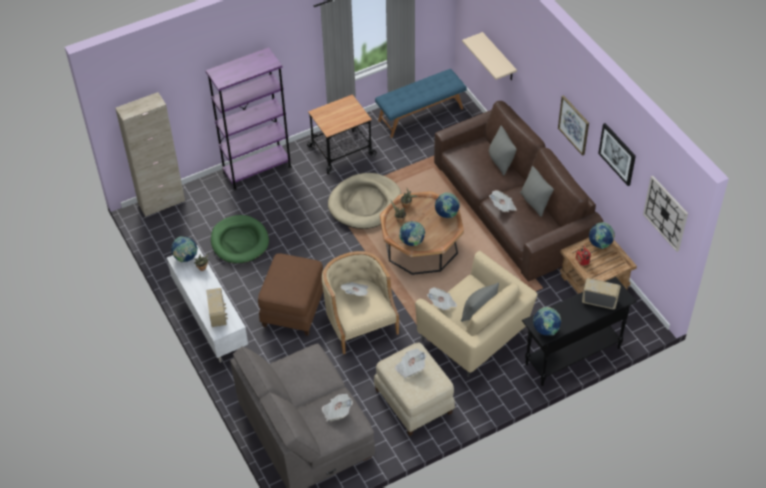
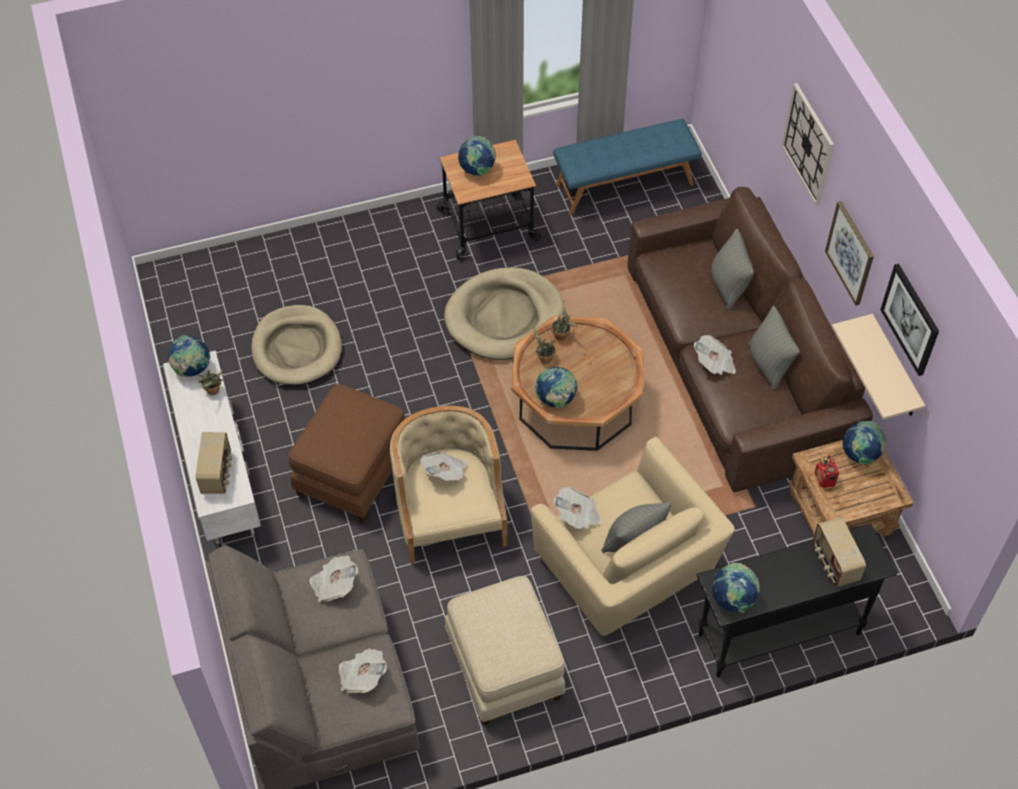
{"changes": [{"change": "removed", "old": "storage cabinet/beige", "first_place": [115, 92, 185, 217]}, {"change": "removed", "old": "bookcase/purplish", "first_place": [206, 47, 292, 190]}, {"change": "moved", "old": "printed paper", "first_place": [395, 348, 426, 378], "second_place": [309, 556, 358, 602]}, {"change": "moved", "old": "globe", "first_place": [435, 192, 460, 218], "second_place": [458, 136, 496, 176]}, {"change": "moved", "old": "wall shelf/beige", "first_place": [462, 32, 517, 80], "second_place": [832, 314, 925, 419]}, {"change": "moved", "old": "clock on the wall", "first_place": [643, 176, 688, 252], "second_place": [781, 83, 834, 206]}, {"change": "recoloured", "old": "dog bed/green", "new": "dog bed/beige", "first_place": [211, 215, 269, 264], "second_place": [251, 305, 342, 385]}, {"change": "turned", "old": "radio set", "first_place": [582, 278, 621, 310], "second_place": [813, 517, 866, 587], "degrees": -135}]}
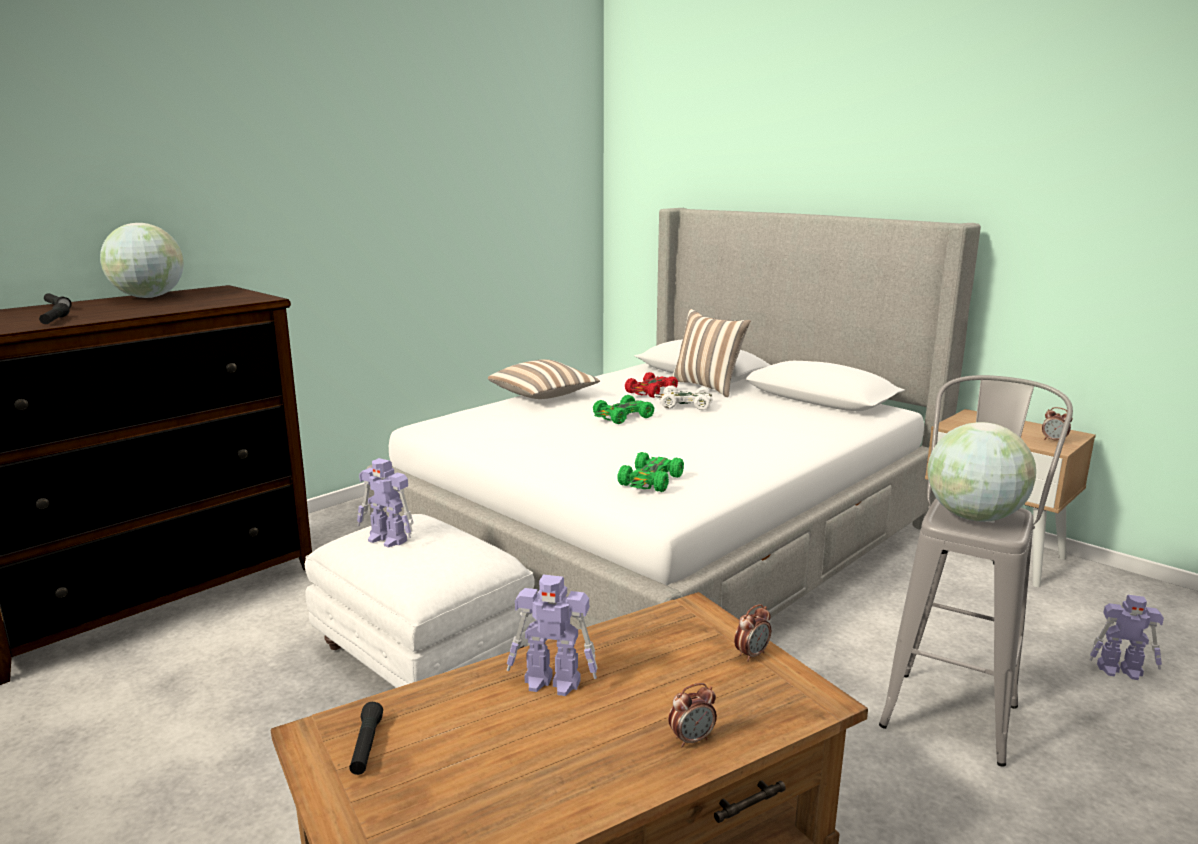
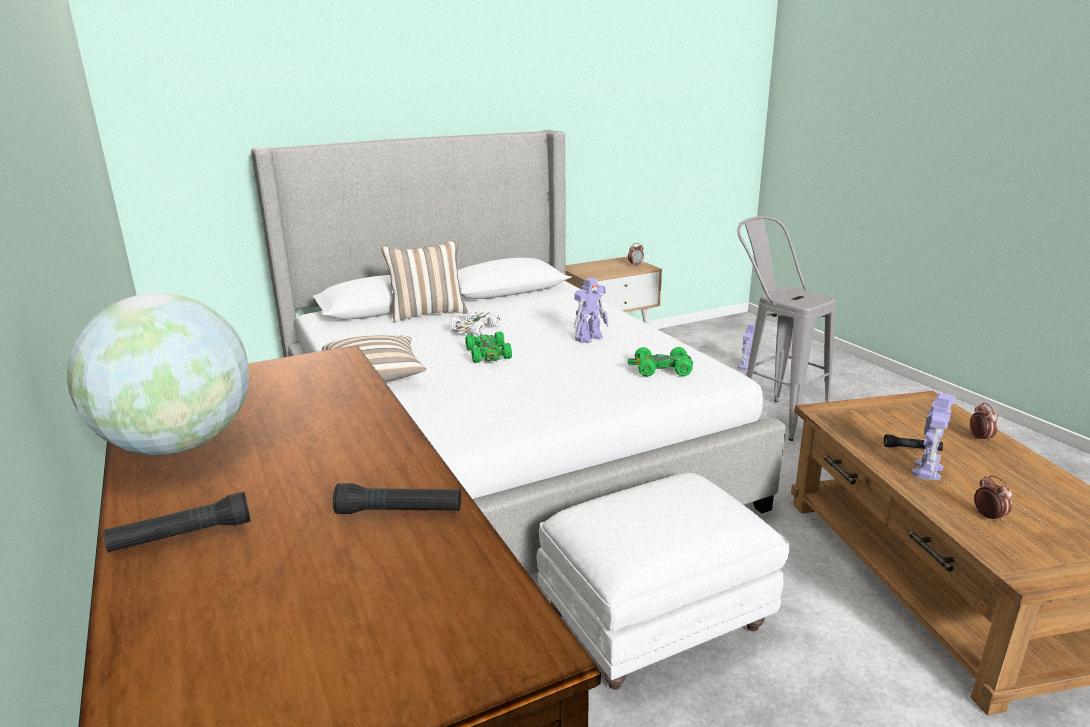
{"changes": [{"change": "removed", "old": "miniature car/red", "first_place": [625, 372, 678, 398]}, {"change": "removed", "old": "globe", "first_place": [927, 422, 1036, 522]}, {"change": "moved", "old": "flashlight/black-coloured", "first_place": [349, 702, 383, 775], "second_place": [884, 434, 943, 451]}, {"change": "moved", "old": "toy robot", "first_place": [357, 458, 414, 548], "second_place": [574, 278, 609, 343]}, {"change": "moved", "old": "table clock", "first_place": [734, 604, 771, 662], "second_place": [974, 475, 1012, 522]}, {"change": "turned", "old": "miniature car/green", "first_place": [618, 452, 684, 492], "second_place": [628, 347, 693, 376], "degrees": 135}]}
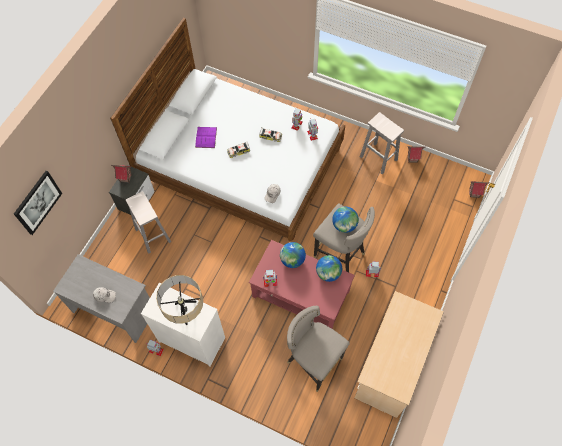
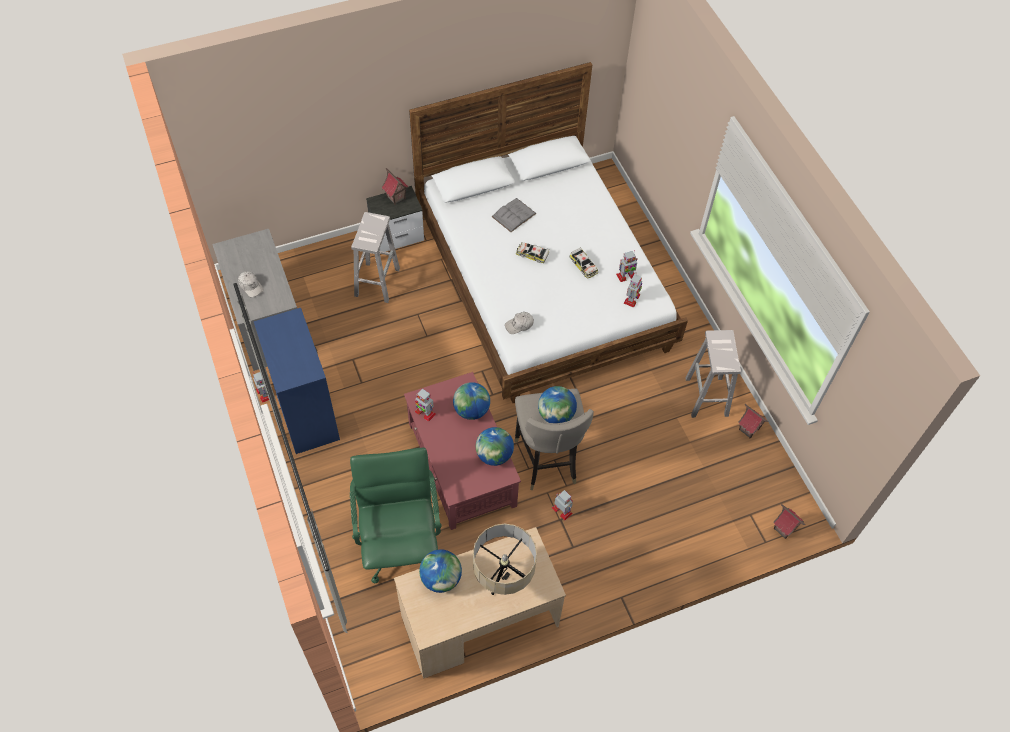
{"changes": [{"change": "removed", "old": "wall picture", "first_place": [14, 171, 62, 235]}, {"change": "added", "new": "globe", "second_place": [419, 549, 462, 593]}, {"change": "moved", "old": "table lamp/beige", "first_place": [156, 275, 203, 325], "second_place": [473, 524, 537, 595]}, {"change": "replaced", "old": "sitting stool/grey", "new": "desk chair/green", "first_place": [287, 306, 350, 392], "second_place": [350, 448, 442, 583]}, {"change": "recoloured", "old": "dresser/whitish", "new": "dresser/blue-coloured", "first_place": [141, 283, 225, 367], "second_place": [254, 308, 340, 454]}, {"change": "recoloured", "old": "bound book/purplish", "new": "bound book/grey", "first_place": [195, 127, 217, 148], "second_place": [492, 198, 536, 232]}]}
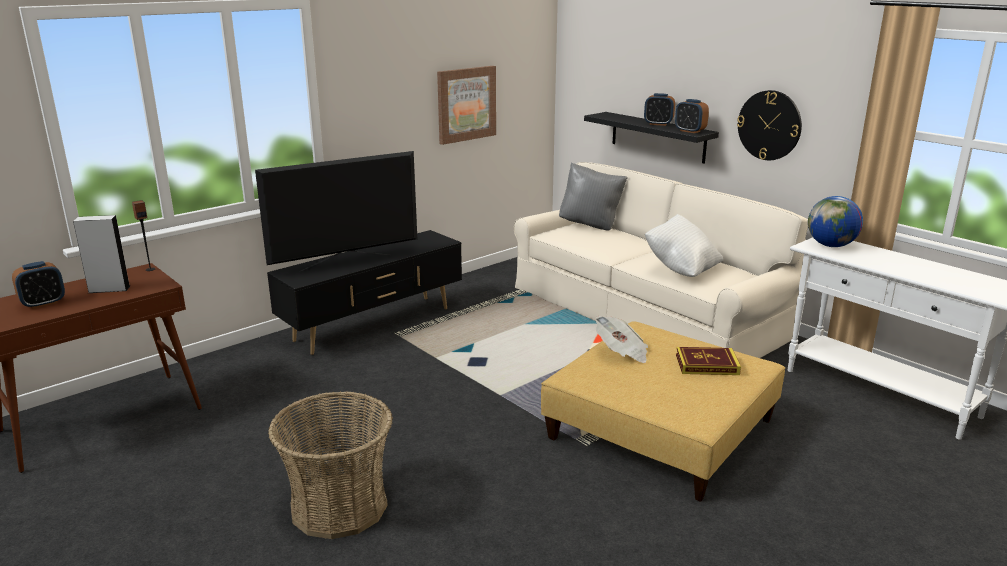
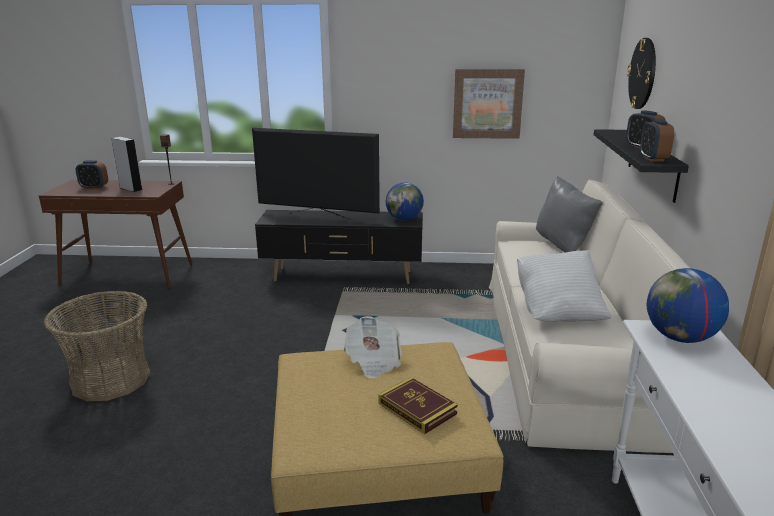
{"changes": [{"change": "added", "new": "globe", "second_place": [386, 182, 424, 221]}, {"change": "moved", "old": "clock on the wall", "first_place": [737, 90, 802, 160], "second_place": [627, 38, 656, 109]}]}
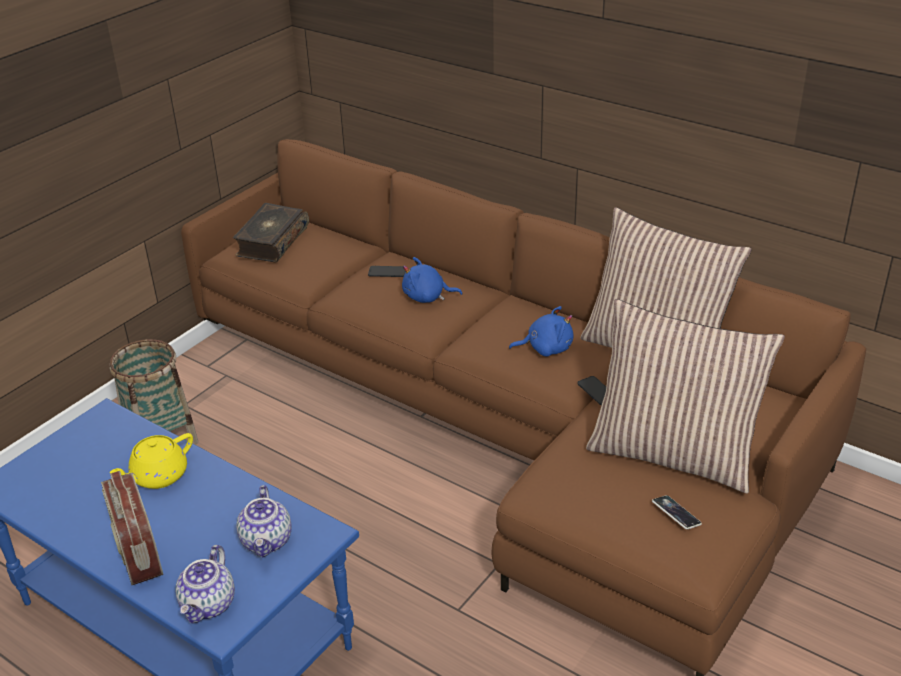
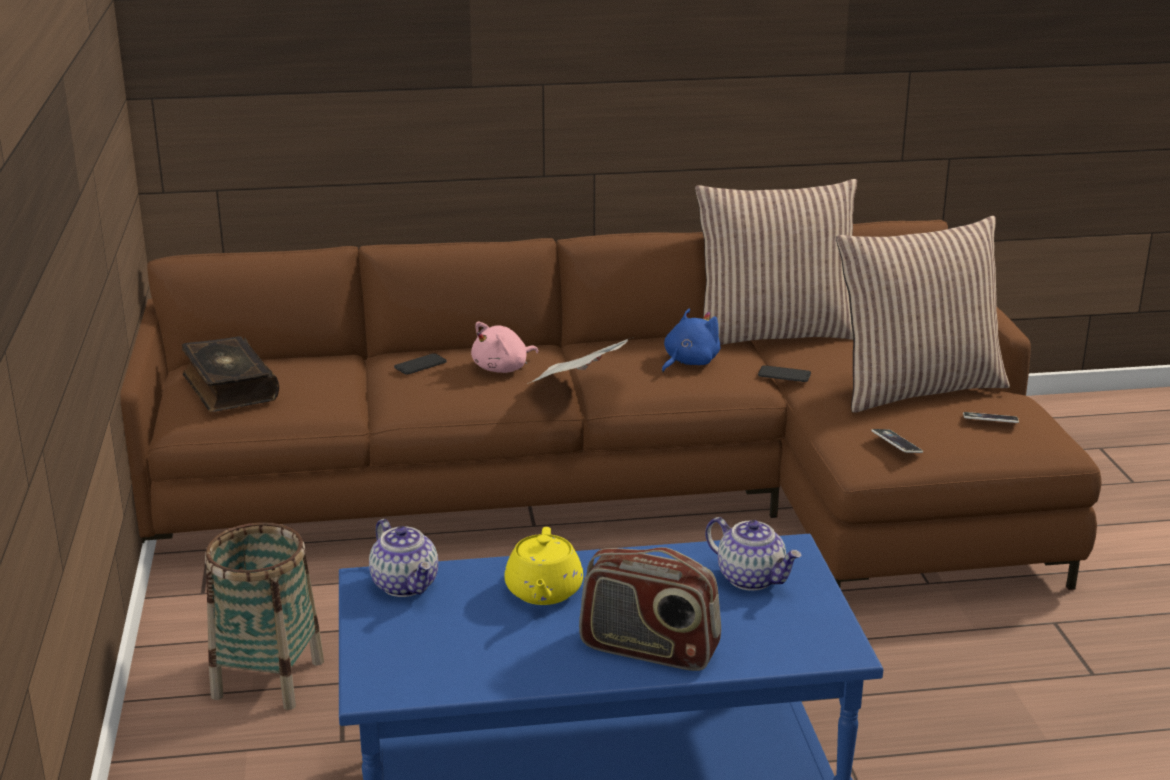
{"changes": [{"change": "added", "new": "printed paper", "second_place": [527, 337, 633, 384]}, {"change": "added", "new": "handset", "second_place": [871, 429, 923, 453]}, {"change": "moved", "old": "tea pot", "first_place": [175, 545, 235, 623], "second_place": [369, 519, 438, 597]}, {"change": "recoloured", "old": "plush toy/blue-coloured", "new": "plush toy/pink-coloured", "first_place": [402, 257, 462, 303], "second_place": [471, 322, 538, 373]}]}
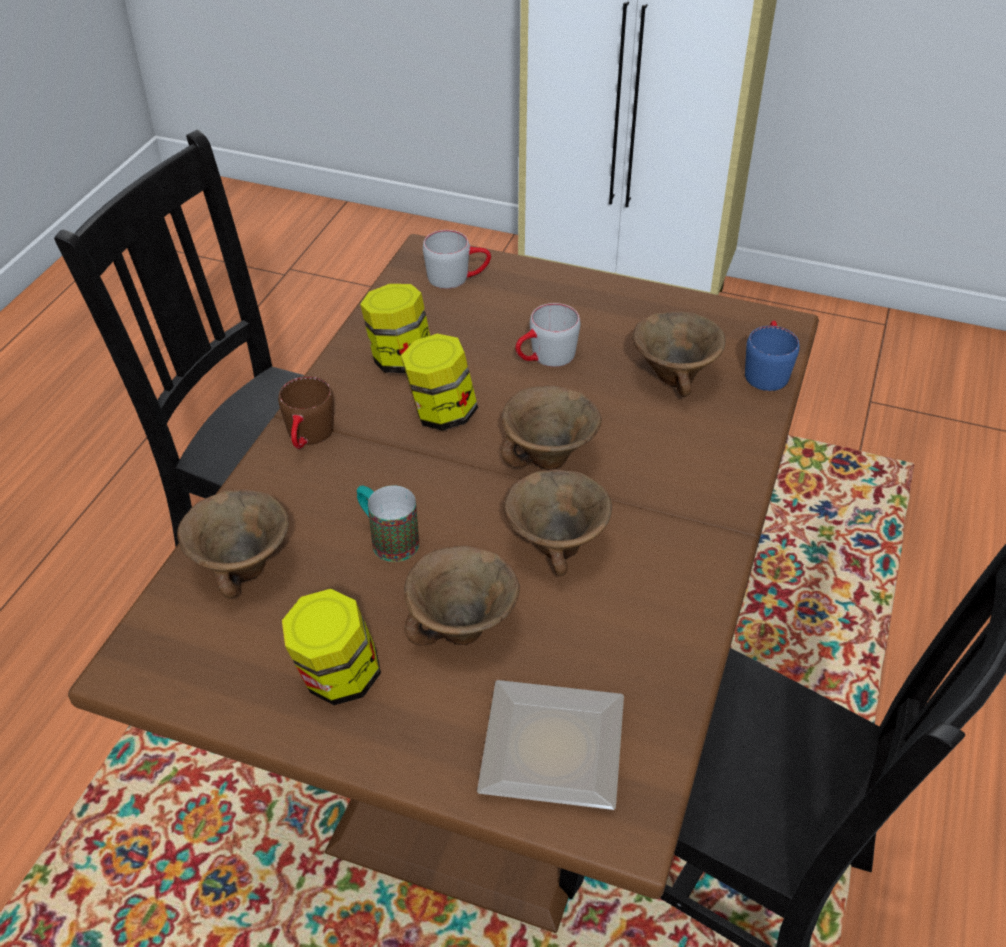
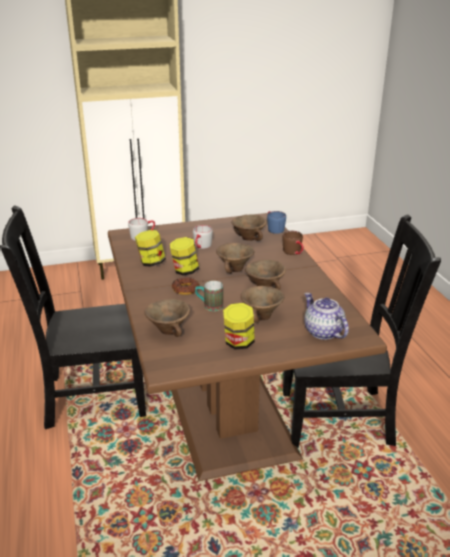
{"changes": [{"change": "added", "new": "ring doughnut", "second_place": [172, 277, 200, 295]}, {"change": "moved", "old": "tea mug/brown-coloured", "first_place": [278, 376, 334, 449], "second_place": [282, 231, 304, 255]}, {"change": "replaced", "old": "plate", "new": "tea pot", "first_place": [477, 680, 624, 810], "second_place": [304, 293, 349, 340]}]}
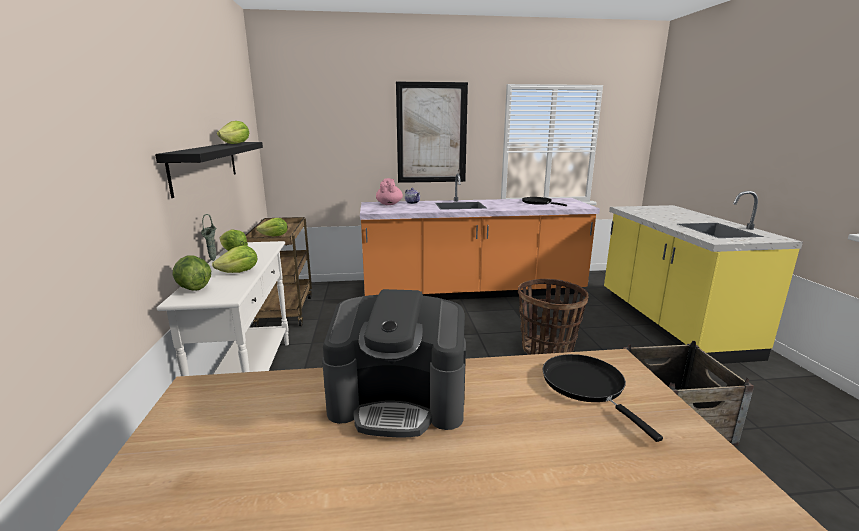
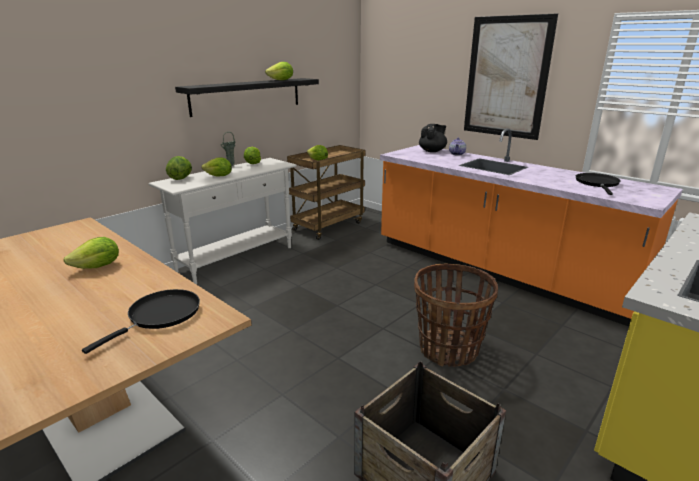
{"changes": [{"change": "replaced", "old": "coffee machine", "new": "lettuce", "first_place": [322, 289, 466, 437], "second_place": [63, 237, 119, 269]}, {"change": "recoloured", "old": "tea pot/pink-coloured", "new": "tea pot/black-coloured", "first_place": [376, 178, 403, 205], "second_place": [419, 124, 447, 152]}]}
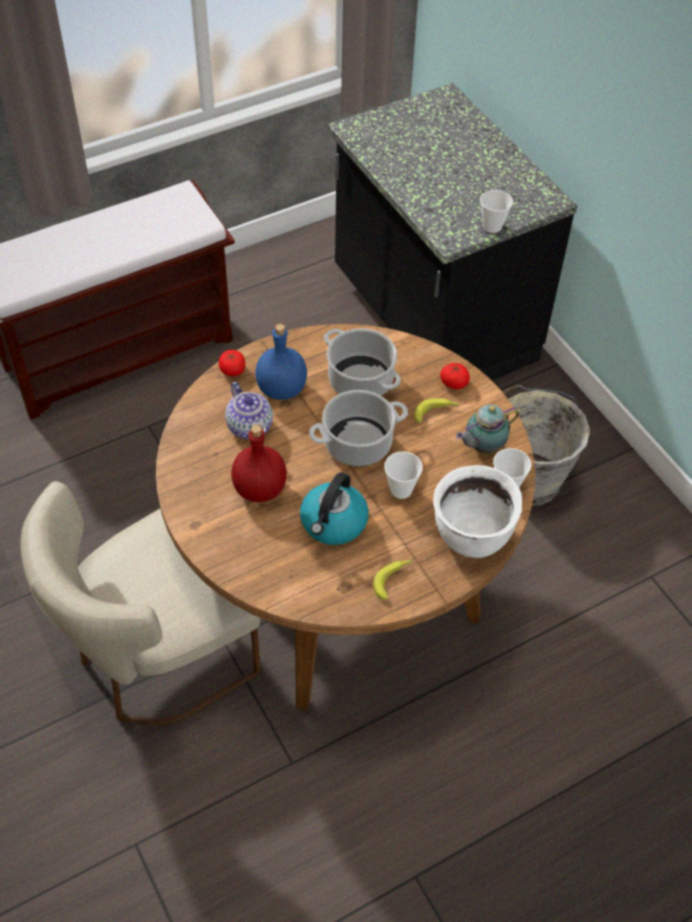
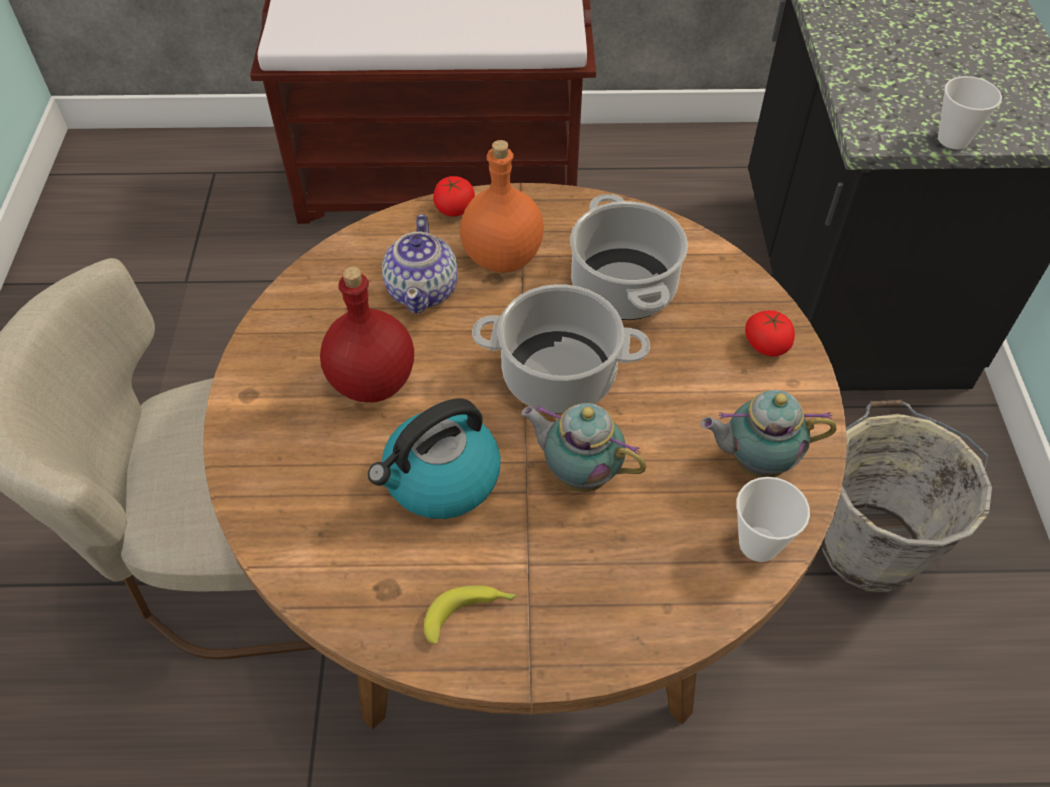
{"changes": [{"change": "removed", "old": "whole banana", "first_place": [414, 398, 459, 423]}, {"change": "removed", "old": "cooking pot/whitish", "first_place": [433, 465, 522, 558]}, {"change": "replaced", "old": "cup", "new": "tea pot", "first_place": [384, 451, 423, 499], "second_place": [521, 403, 646, 492]}, {"change": "recoloured", "old": "beverage bottle/blue-coloured", "new": "beverage bottle/orange", "first_place": [255, 324, 307, 400], "second_place": [460, 140, 544, 273]}]}
